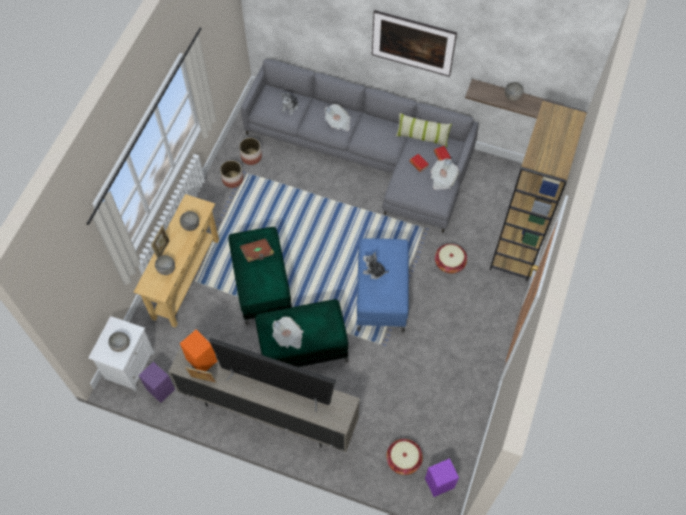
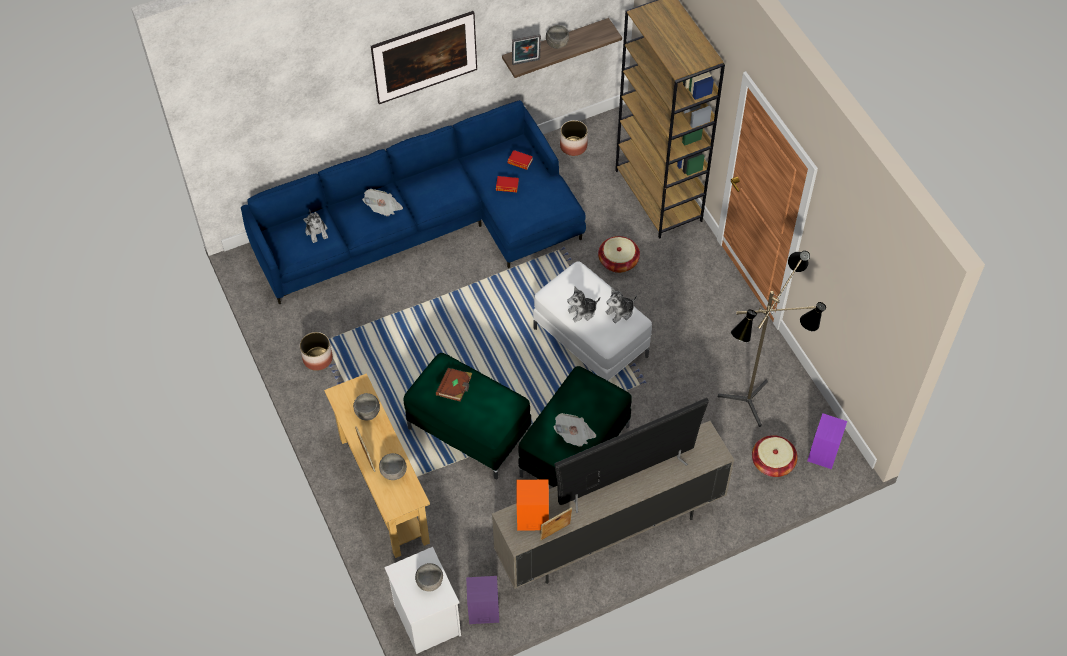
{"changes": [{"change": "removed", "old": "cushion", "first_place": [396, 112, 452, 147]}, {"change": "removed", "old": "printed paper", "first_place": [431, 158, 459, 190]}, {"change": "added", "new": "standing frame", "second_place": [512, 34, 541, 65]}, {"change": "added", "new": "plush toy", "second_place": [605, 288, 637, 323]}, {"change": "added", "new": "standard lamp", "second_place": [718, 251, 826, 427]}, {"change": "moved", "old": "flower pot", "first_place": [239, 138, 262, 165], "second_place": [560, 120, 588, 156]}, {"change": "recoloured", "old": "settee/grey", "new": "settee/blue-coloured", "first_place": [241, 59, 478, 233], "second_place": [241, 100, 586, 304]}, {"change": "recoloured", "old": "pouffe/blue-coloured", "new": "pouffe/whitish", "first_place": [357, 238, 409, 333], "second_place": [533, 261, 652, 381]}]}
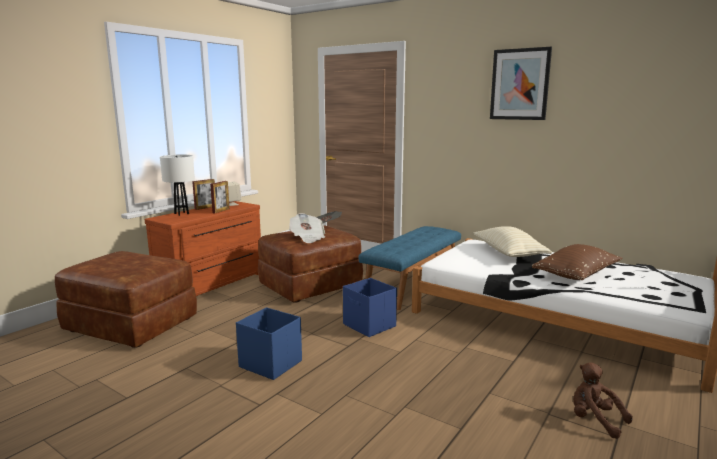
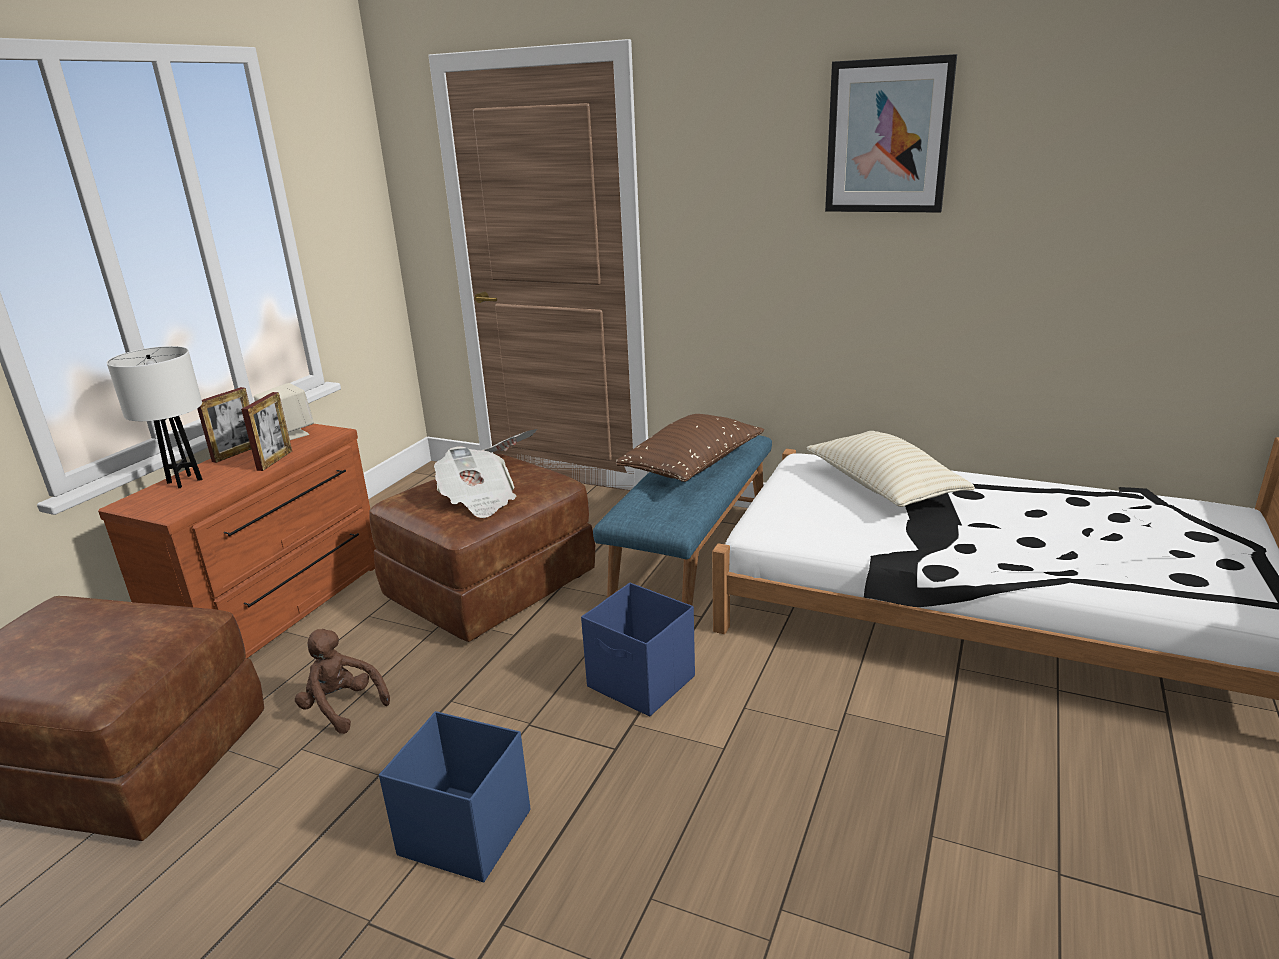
{"changes": [{"change": "moved", "old": "cushion/brown-coloured", "first_place": [532, 244, 622, 280], "second_place": [616, 414, 764, 482]}, {"change": "moved", "old": "plush toy/brown-coloured", "first_place": [573, 363, 633, 439], "second_place": [295, 629, 390, 734]}]}
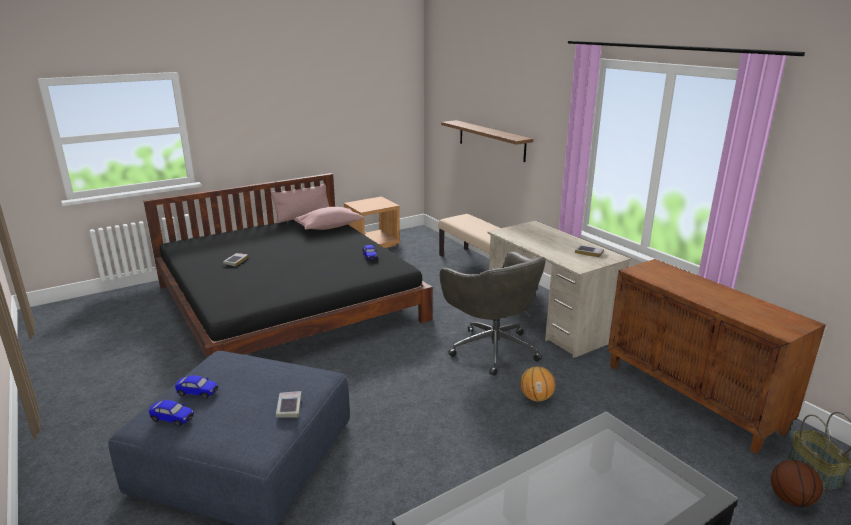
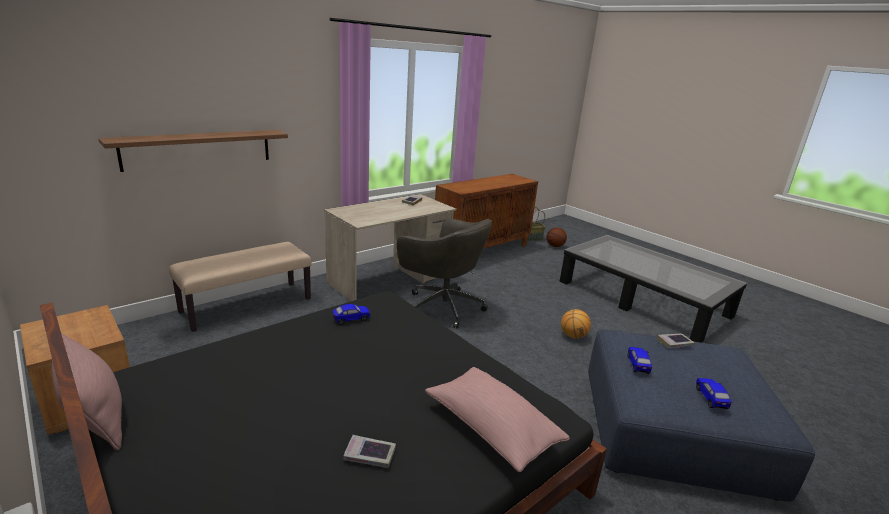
{"changes": [{"change": "moved", "old": "miniature car", "first_place": [149, 400, 194, 427], "second_place": [628, 347, 652, 374]}, {"change": "moved", "old": "cushion/pink-coloured", "first_place": [294, 207, 364, 230], "second_place": [425, 367, 570, 472]}, {"change": "moved", "old": "ball for basketball", "first_place": [520, 366, 555, 401], "second_place": [561, 309, 591, 339]}, {"change": "turned", "old": "desk chair/grey", "first_place": [440, 252, 546, 376], "second_place": [397, 218, 492, 329], "degrees": 75}]}
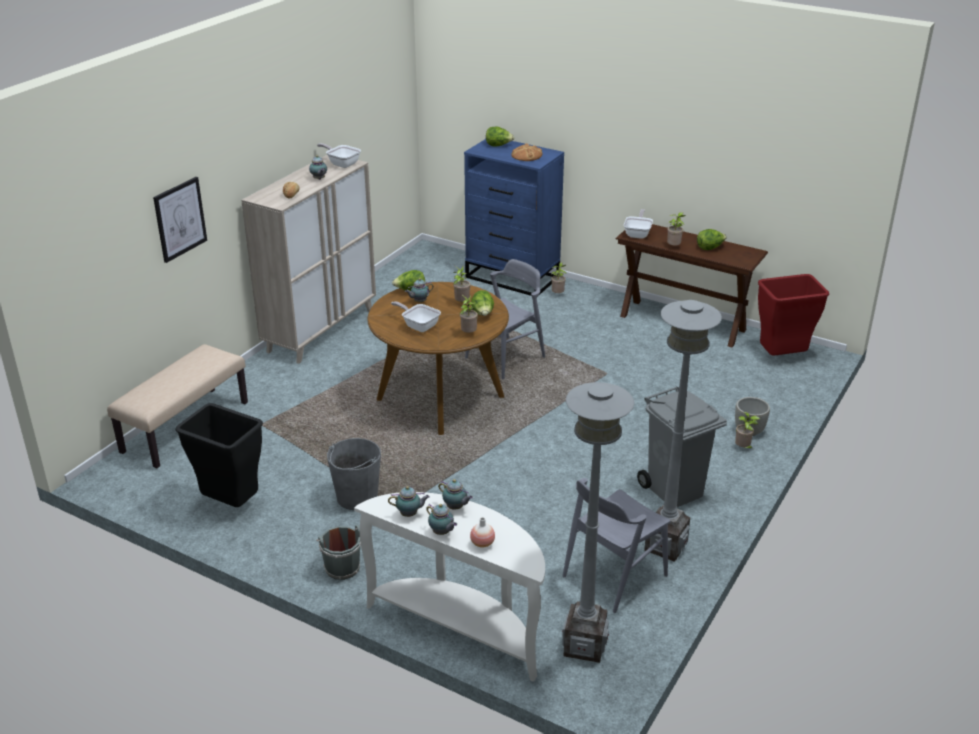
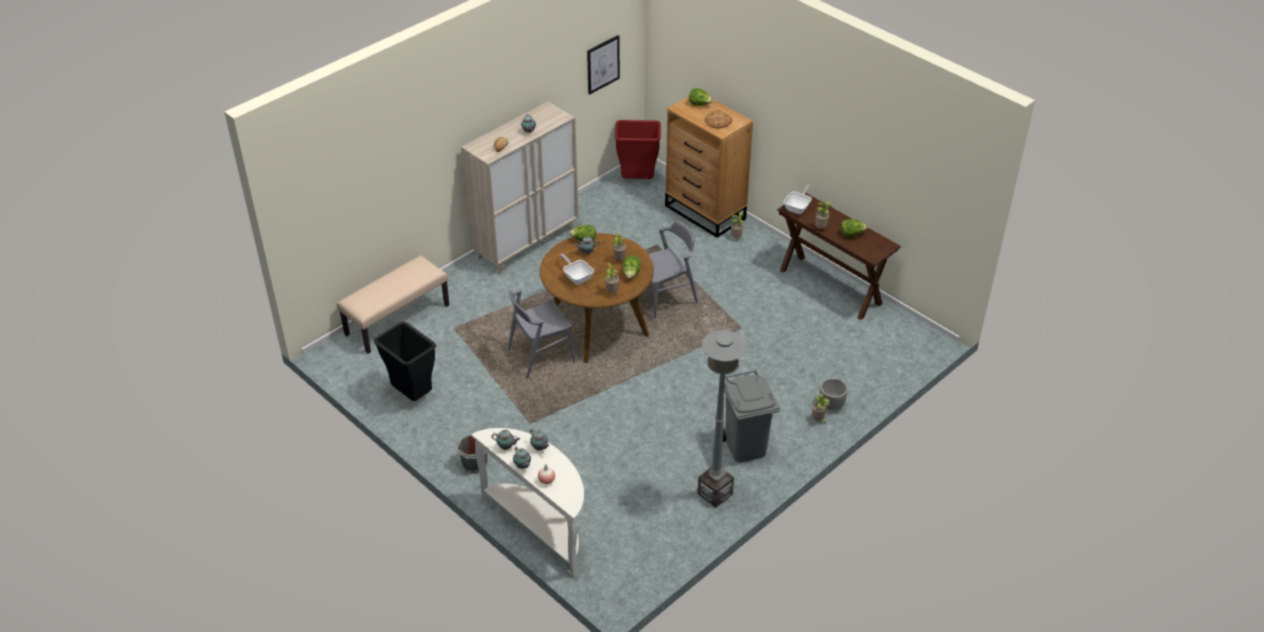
{"changes": [{"change": "removed", "old": "frying pan", "first_place": [317, 143, 361, 168]}, {"change": "removed", "old": "water bucket/grey", "first_place": [327, 438, 381, 510]}, {"change": "removed", "old": "standard lamp/grey", "first_place": [562, 382, 634, 663]}, {"change": "moved", "old": "wall picture", "first_place": [153, 177, 207, 263], "second_place": [587, 35, 620, 95]}, {"change": "moved", "old": "plain chair/grey", "first_place": [563, 478, 670, 613], "second_place": [508, 289, 575, 379]}, {"change": "moved", "old": "rubbish bin/red", "first_place": [758, 274, 829, 356], "second_place": [615, 120, 661, 179]}, {"change": "recoloured", "old": "dresser/blue-coloured", "new": "dresser/brown-coloured", "first_place": [464, 139, 564, 297], "second_place": [665, 96, 753, 238]}]}
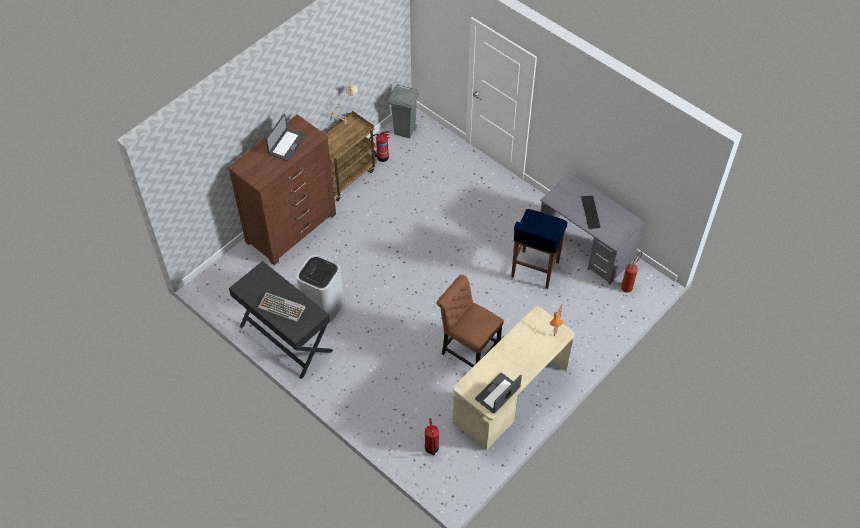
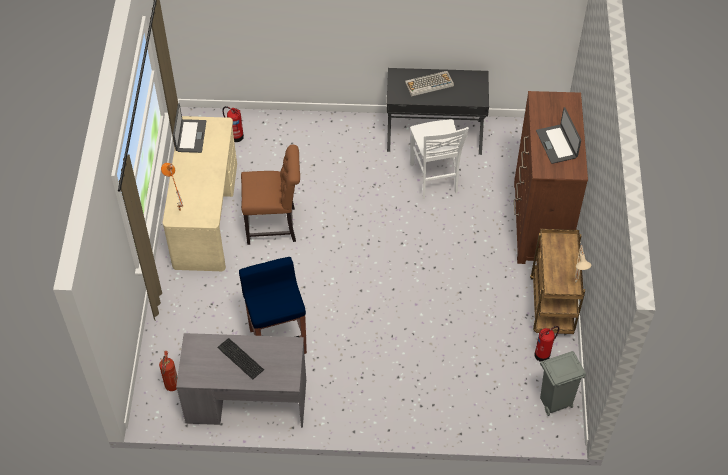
{"changes": [{"change": "replaced", "old": "rubbish bin/whitish", "new": "plain chair/whitish", "first_place": [296, 255, 344, 322], "second_place": [410, 119, 469, 199]}]}
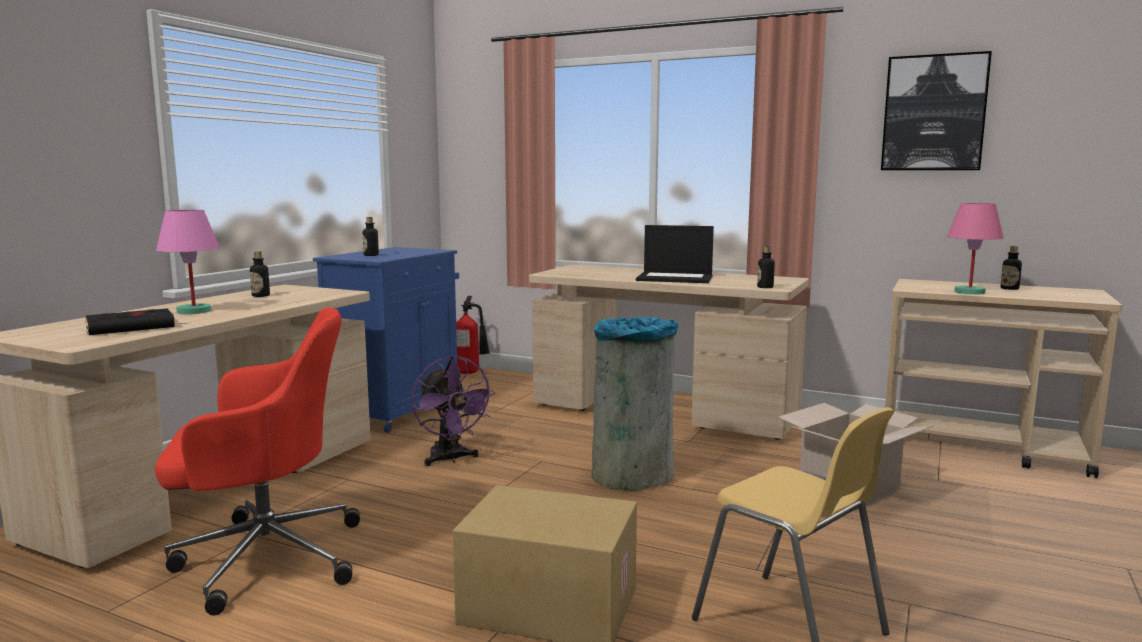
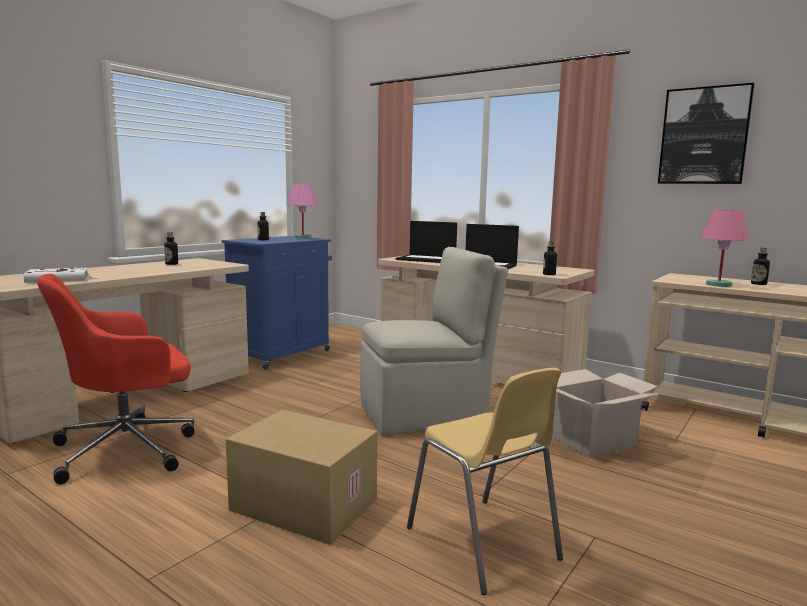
{"changes": [{"change": "removed", "old": "cooling fan/purplish", "first_place": [411, 356, 495, 466]}, {"change": "removed", "old": "fire extinguisher", "first_place": [456, 296, 490, 374]}, {"change": "added", "new": "notebook computer", "second_place": [396, 221, 457, 263]}, {"change": "moved", "old": "table lamp/pink-coloured", "first_place": [156, 210, 220, 314], "second_place": [287, 184, 317, 238]}, {"change": "replaced", "old": "rubbish bin/grey", "new": "plain chair/beige", "first_place": [591, 317, 680, 491], "second_place": [360, 247, 508, 436]}, {"change": "recoloured", "old": "bound book/black-coloured", "new": "bound book/whitish", "first_place": [85, 308, 188, 335], "second_place": [23, 268, 97, 282]}, {"change": "turned", "old": "desk chair/red", "first_place": [155, 308, 360, 615], "second_place": [37, 274, 195, 484], "degrees": 150}]}
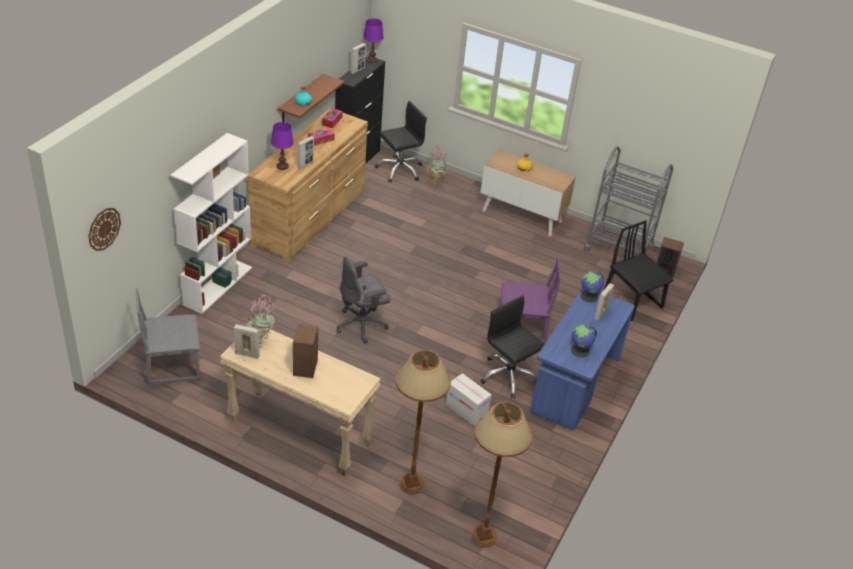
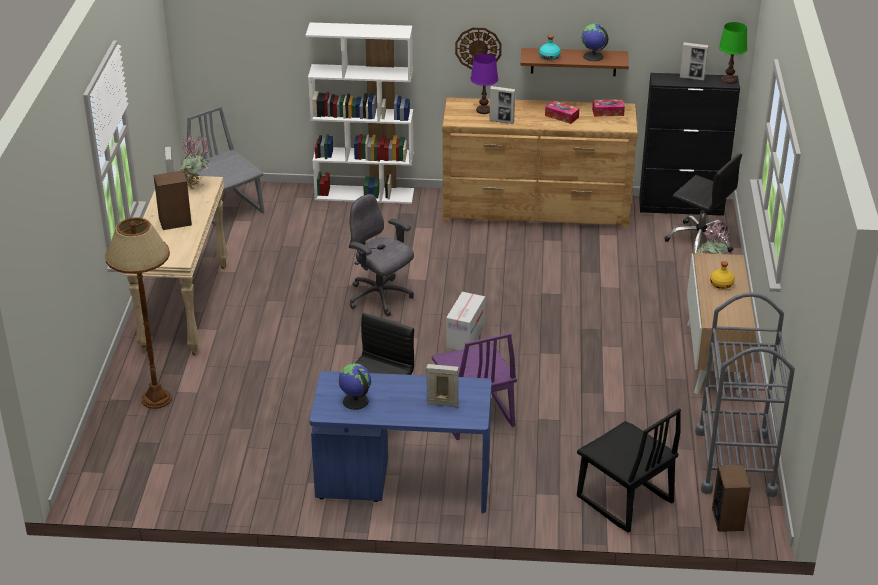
{"changes": [{"change": "removed", "old": "standard lamp/brown-coloured", "first_place": [471, 402, 533, 547]}, {"change": "moved", "old": "clock on the wall", "first_place": [88, 208, 121, 251], "second_place": [455, 27, 502, 69]}, {"change": "moved", "old": "packing box", "first_place": [446, 373, 491, 426], "second_place": [446, 292, 485, 350]}, {"change": "moved", "old": "globe", "first_place": [580, 271, 604, 303], "second_place": [582, 24, 608, 61]}, {"change": "recoloured", "old": "table lamp/purplish", "new": "table lamp/green", "first_place": [363, 19, 384, 63], "second_place": [719, 22, 748, 84]}, {"change": "turned", "old": "plain chair/black-coloured", "first_place": [603, 220, 674, 321], "second_place": [577, 408, 681, 533], "degrees": 105}]}
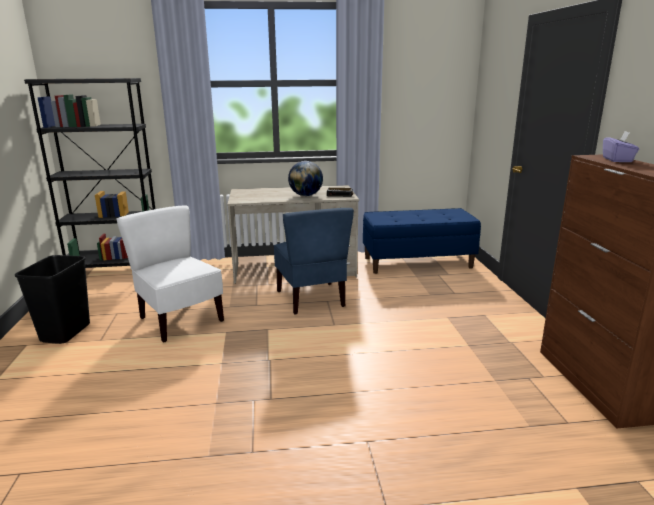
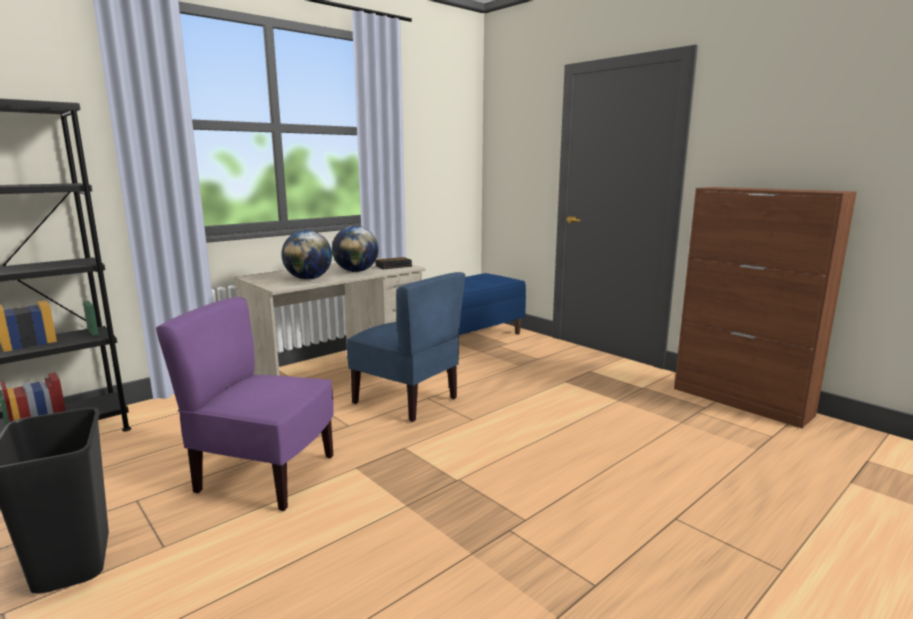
{"changes": [{"change": "removed", "old": "tissue box/purplish", "first_place": [603, 131, 639, 162]}, {"change": "added", "new": "globe", "second_place": [281, 230, 332, 280]}, {"change": "recoloured", "old": "plain chair/whitish", "new": "plain chair/purplish", "first_place": [116, 206, 224, 342], "second_place": [156, 297, 333, 511]}]}
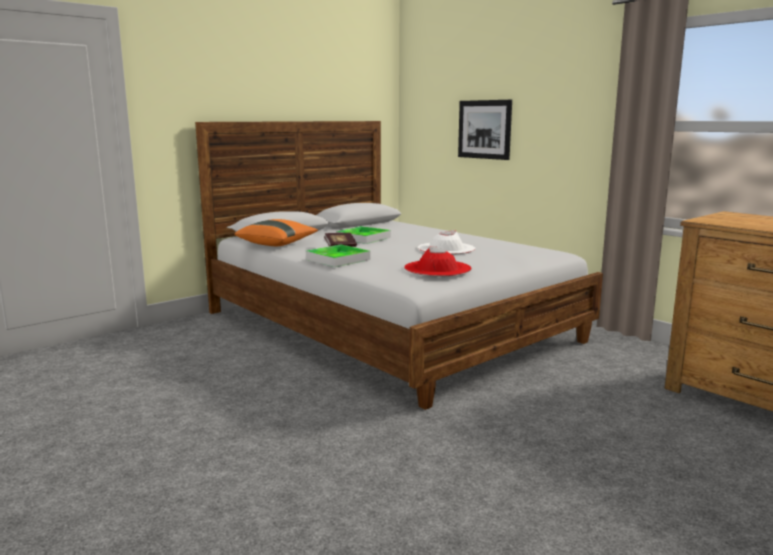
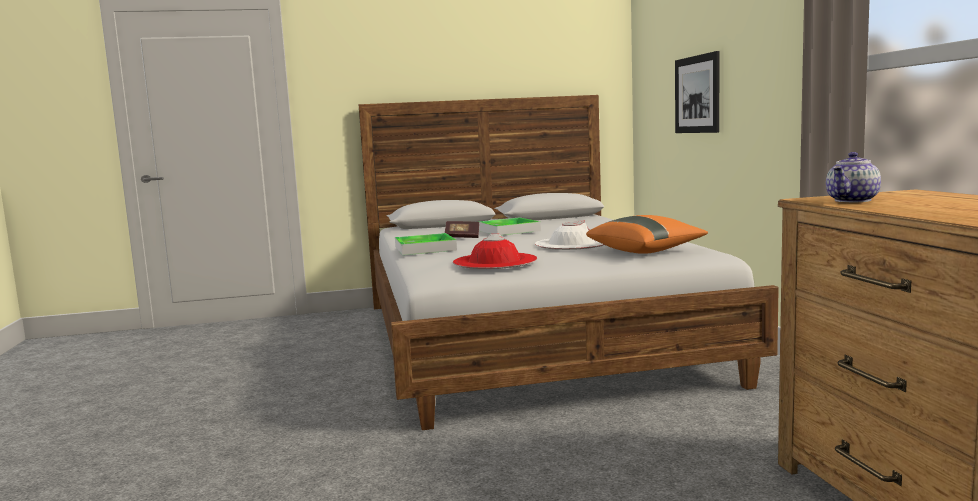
{"changes": [{"change": "added", "new": "tea pot", "second_place": [826, 152, 881, 202]}, {"change": "moved", "old": "cushion/orange", "first_place": [235, 219, 318, 246], "second_place": [586, 215, 708, 254]}]}
